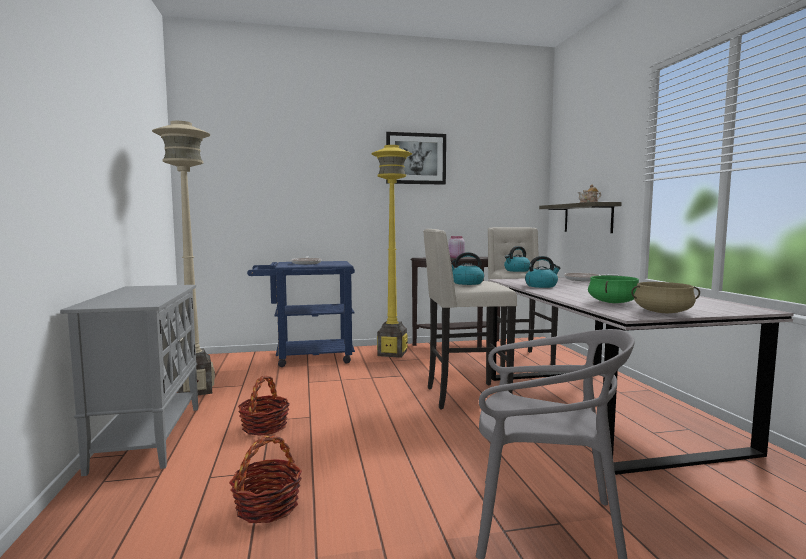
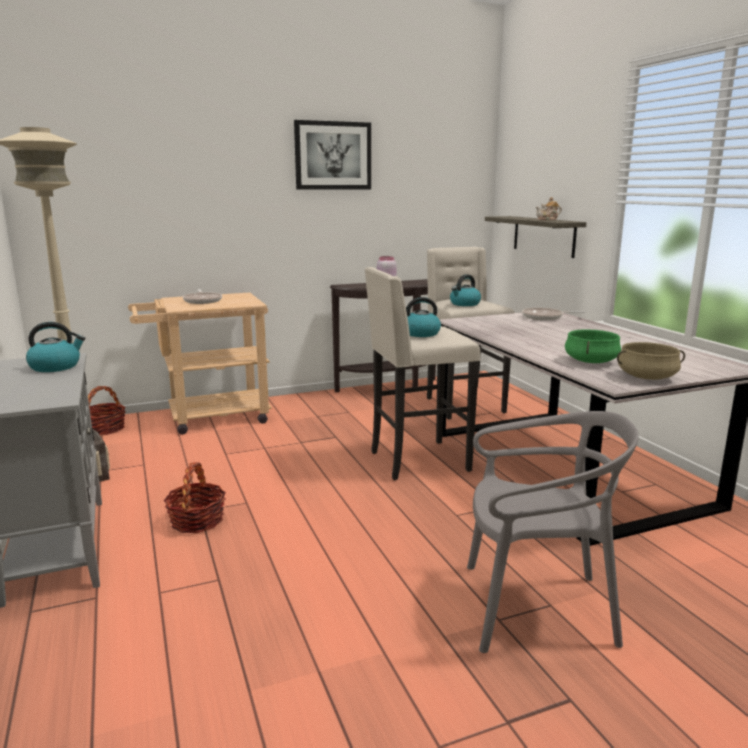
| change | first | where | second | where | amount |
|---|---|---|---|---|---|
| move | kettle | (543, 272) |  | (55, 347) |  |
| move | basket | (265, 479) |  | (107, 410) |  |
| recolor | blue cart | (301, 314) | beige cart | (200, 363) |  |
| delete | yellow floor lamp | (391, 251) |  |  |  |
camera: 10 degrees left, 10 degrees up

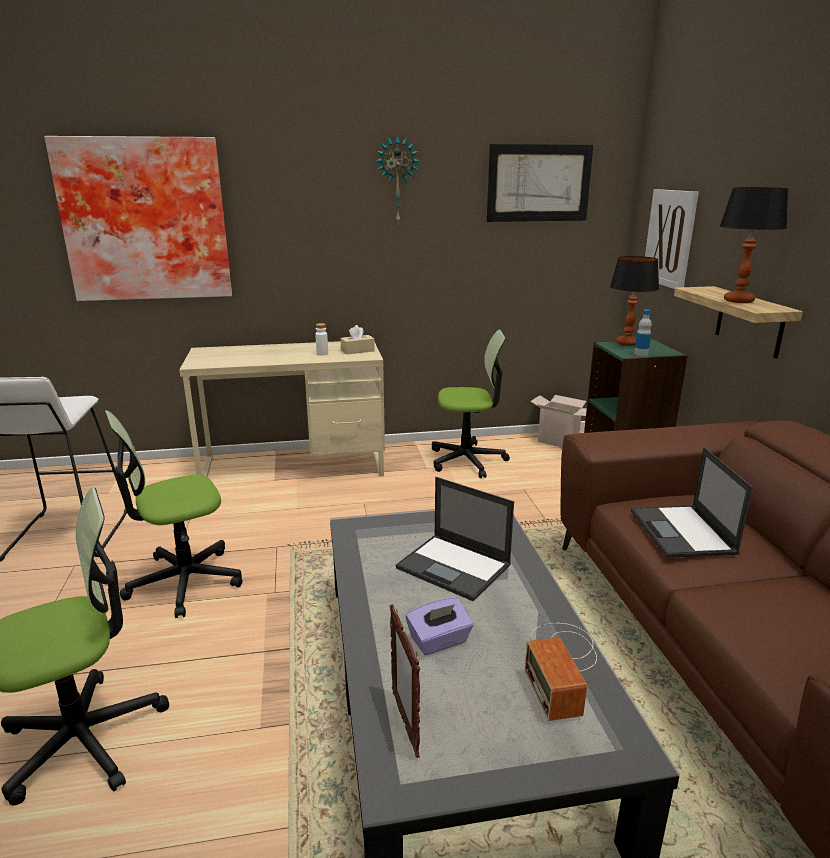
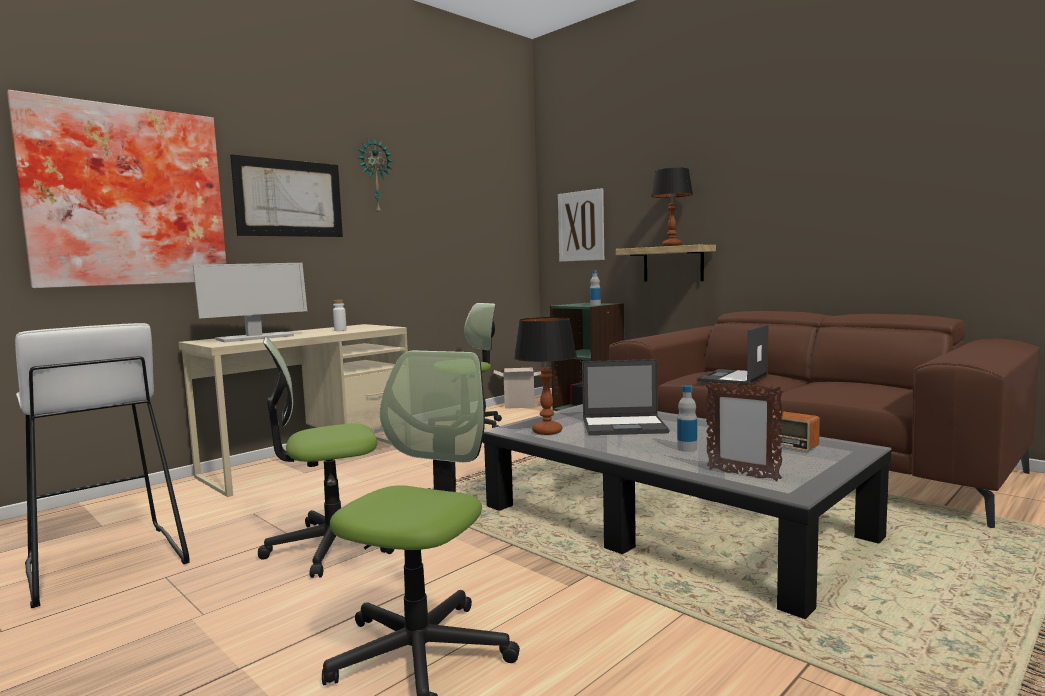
| change | first | where | second | where | amount |
|---|---|---|---|---|---|
| insert |  |  | monitor | (250, 303) |  |
| move | picture | (540, 183) |  | (286, 195) |  |
| rotate | office chair | (173, 514) |  | (326, 457) | 45 degrees clockwise |
| move | table lamp | (634, 301) |  | (545, 376) |  |
| replace | purple tissue box | (440, 626) | bottle | (687, 418) |  |
| rotate | laptop | (692, 502) |  | (732, 354) | 75 degrees clockwise |
| delete | beige tissue box | (357, 340) |  |  |  |
camera: 35 degrees left, 15 degrees down

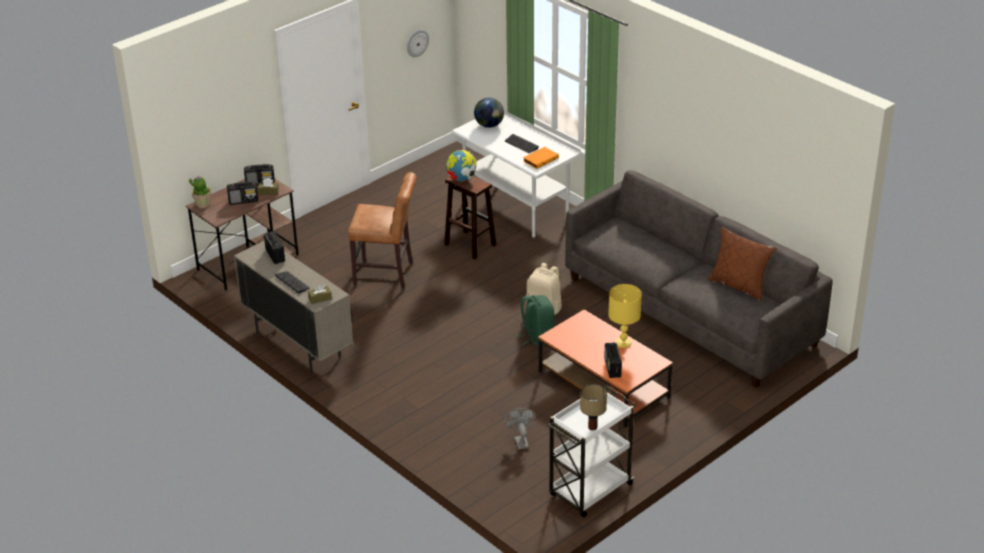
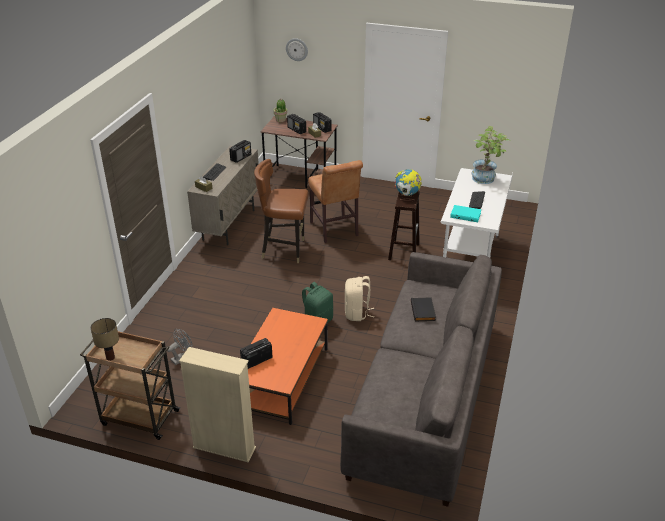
| change | first | where | second | where | amount |
|---|---|---|---|---|---|
| recolor | white cart | (591, 451) | brown cart | (130, 385) |  |
| insert |  |  | beige bookcase | (217, 404) |  |
| insert |  |  | brown chair | (281, 211) |  |
| move | wall clock | (418, 43) |  | (297, 49) |  |
| insert |  |  | black book | (423, 309) |  |
| recolor | orange book | (541, 158) | turquoise book | (465, 213) |  |
| replace | globe | (489, 113) | potted plant | (491, 155) |  |
| delete | yellow table lamp | (625, 316) |  |  |  |
| delete | brown pillow | (742, 264) |  |  |  |
camera: 60 degrees right, 0 degrees up

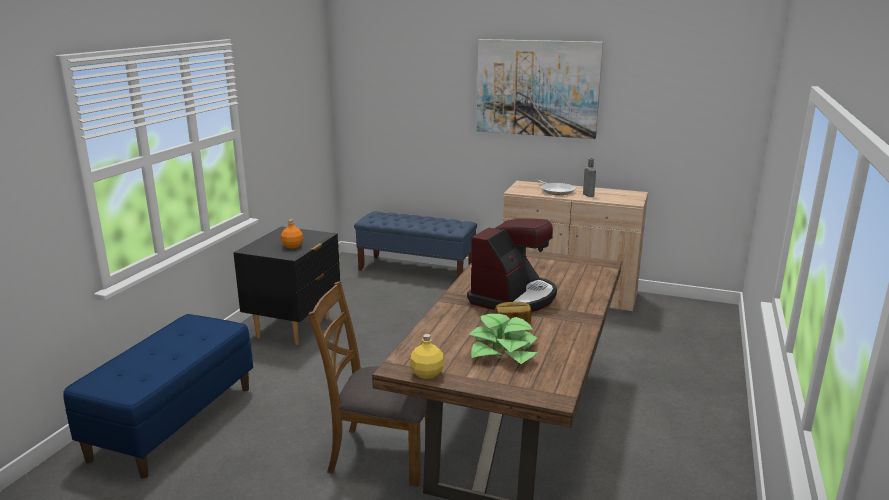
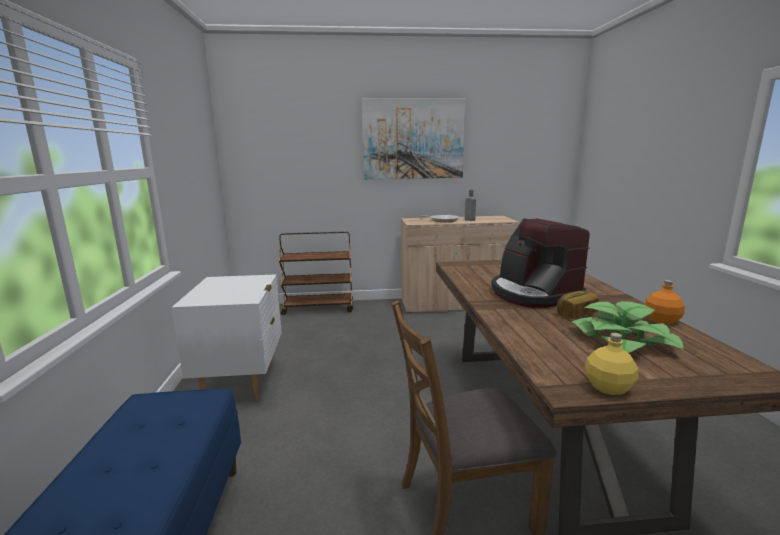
| change | first | where | second | where | amount |
|---|---|---|---|---|---|
| recolor | black nightstand | (286, 285) | white nightstand | (227, 337) |  |
| replace | blue bench | (415, 244) | brown cart | (316, 273) |  |
| rotate | coffee machine | (512, 265) |  | (540, 263) | 150 degrees clockwise |
| move | orange bottle | (292, 233) |  | (665, 302) |  |
camera: 25 degrees left, 5 degrees down

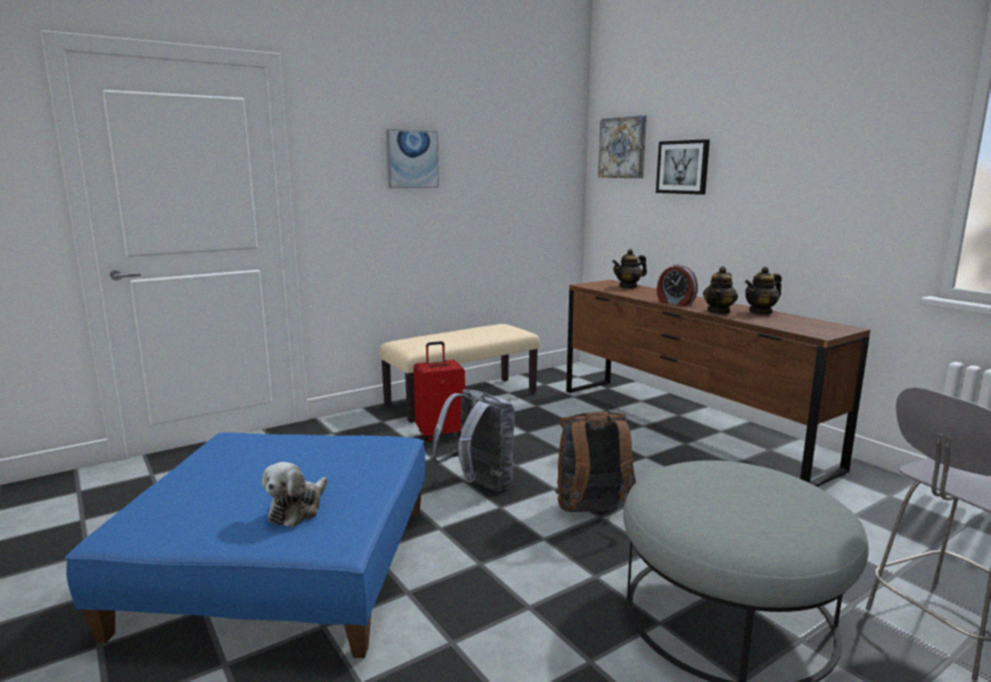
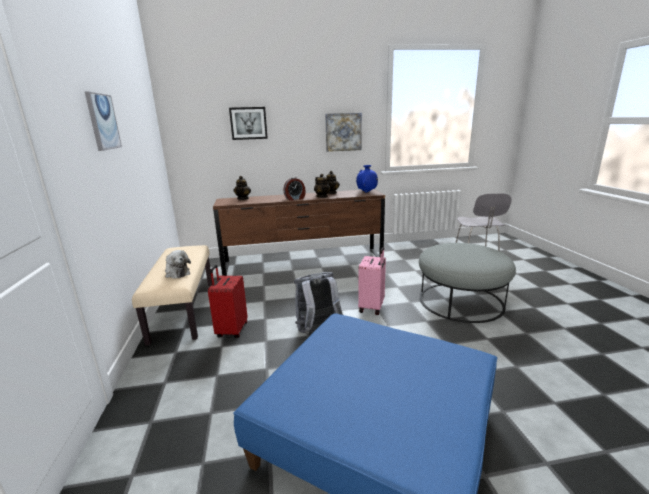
| change | first | where | second | where | amount |
|---|---|---|---|---|---|
| move | plush toy | (294, 494) |  | (178, 264) |  |
| move | picture | (622, 146) |  | (343, 132) |  |
| insert |  |  | blue vase | (367, 179) |  |
| replace | brown backpack | (595, 462) | pink suitcase | (372, 281) |  |
camera: 65 degrees left, 5 degrees up

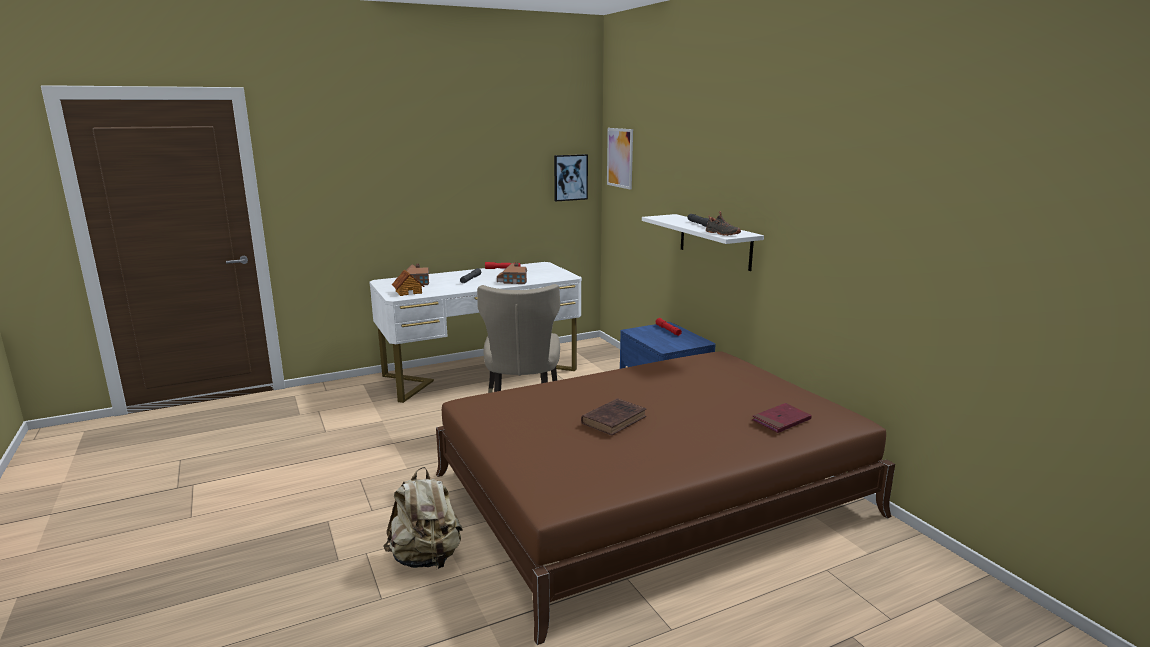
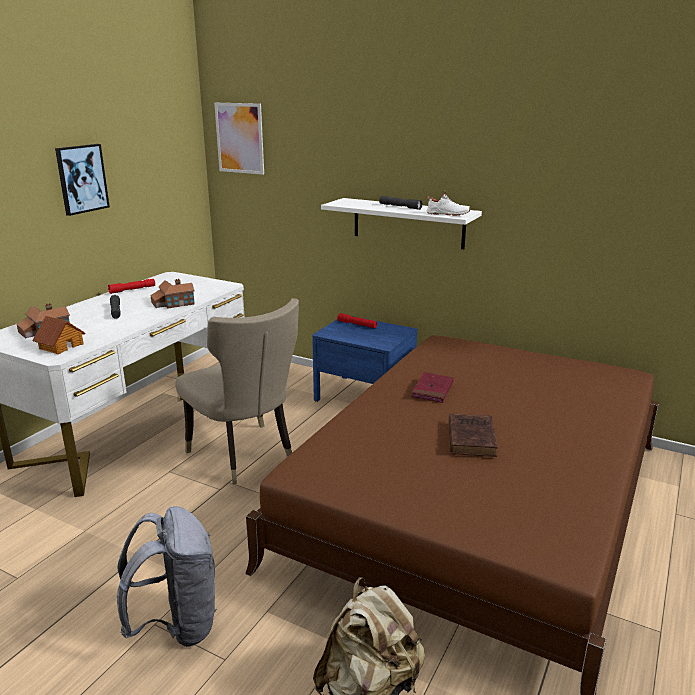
| change | first | where | second | where | amount |
|---|---|---|---|---|---|
| move | picture | (571, 177) |  | (82, 180) |  |
| insert |  |  | grey backpack | (167, 576) |  |
| move | red book | (782, 418) |  | (432, 387) |  |
| recolor | black shoe | (723, 223) | white shoe | (449, 203) |  |
camera: 35 degrees left, 5 degrees up

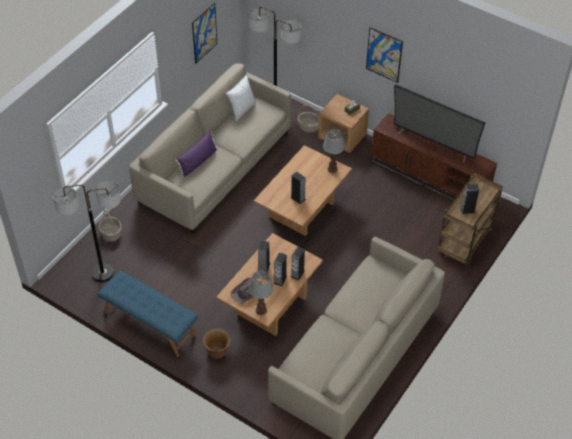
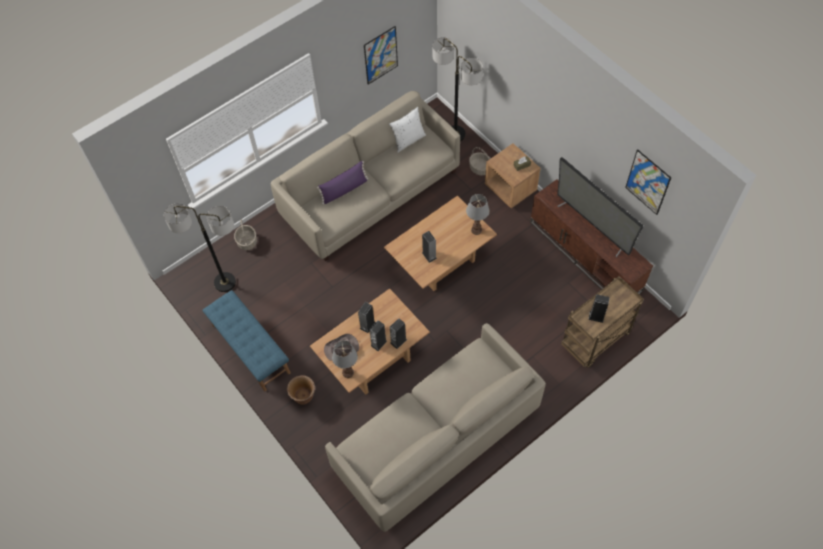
| change | first | where | second | where | amount |
|---|---|---|---|---|---|
| move | picture | (384, 55) |  | (648, 182) |  |
camera: 20 degrees right, 10 degrees up

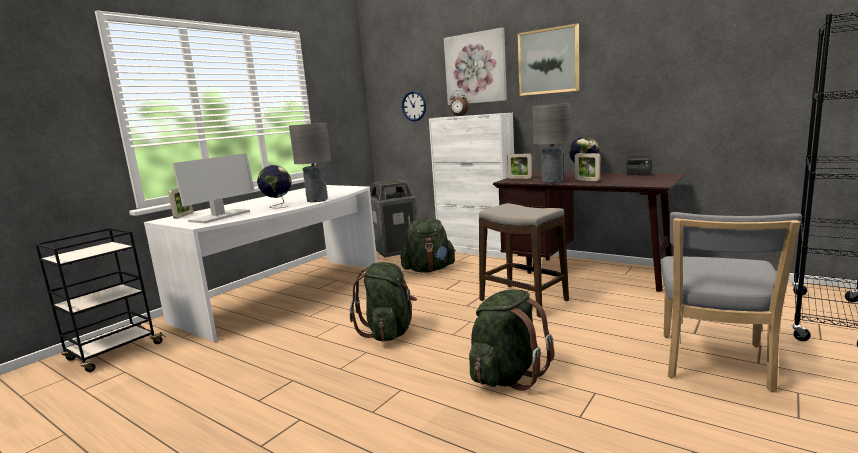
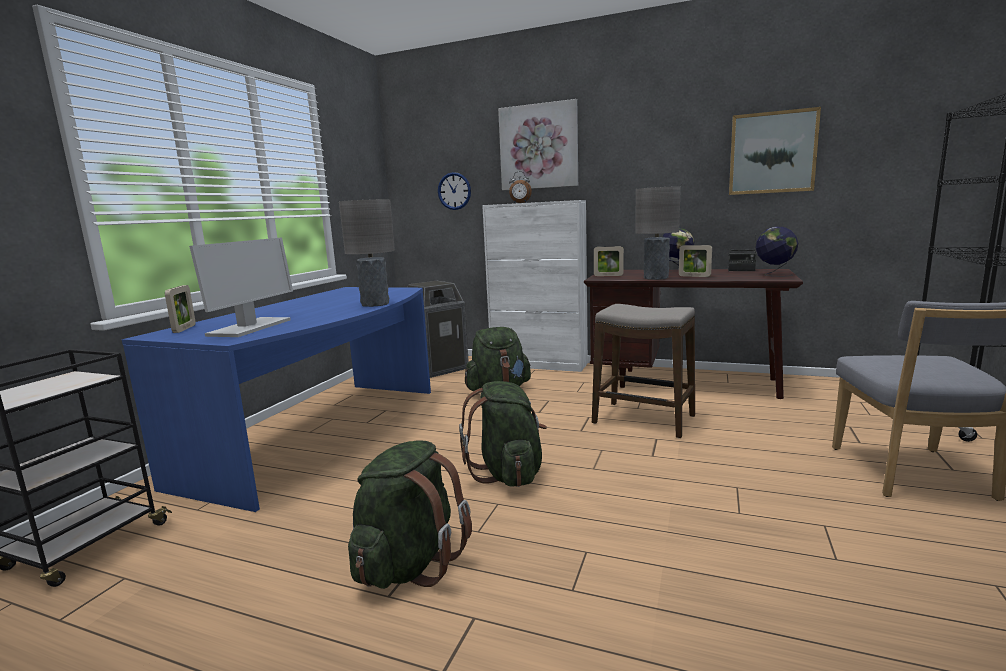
| change | first | where | second | where | amount |
|---|---|---|---|---|---|
| recolor | white desk | (260, 263) | blue desk | (276, 399) |  |
| move | green backpack | (511, 340) |  | (410, 515) |  |
| move | picture | (548, 59) |  | (775, 151) |  |
| move | globe | (274, 186) |  | (777, 251) |  |
camera: 15 degrees left, 0 degrees up

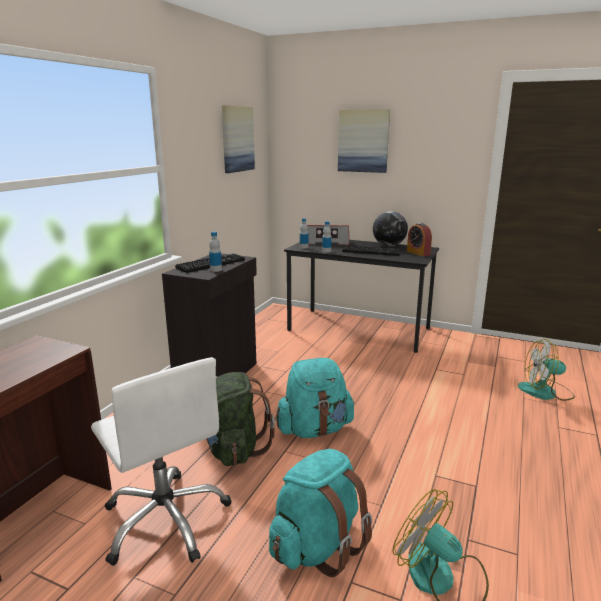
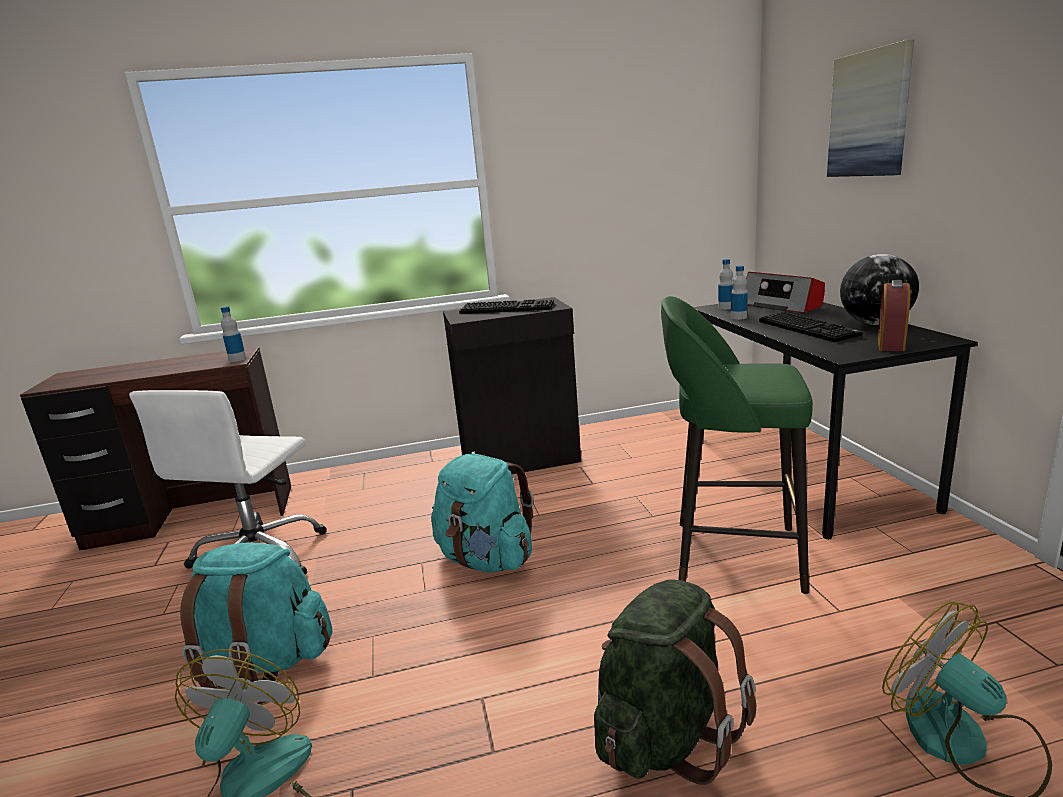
| change | first | where | second | where | amount |
|---|---|---|---|---|---|
| move | bottle | (215, 252) |  | (233, 334) |  |
| move | green backpack | (241, 419) |  | (675, 682) |  |
| insert |  |  | green stool | (737, 445) |  |
| delete | picture | (238, 139) |  |  |  |
camera: 55 degrees right, 0 degrees up

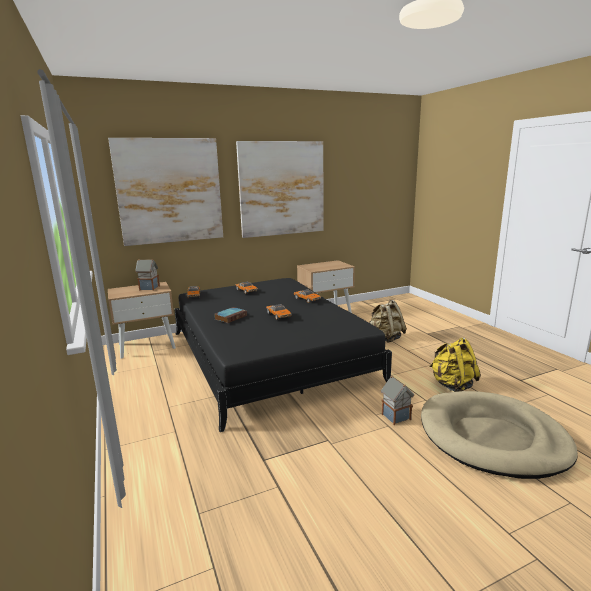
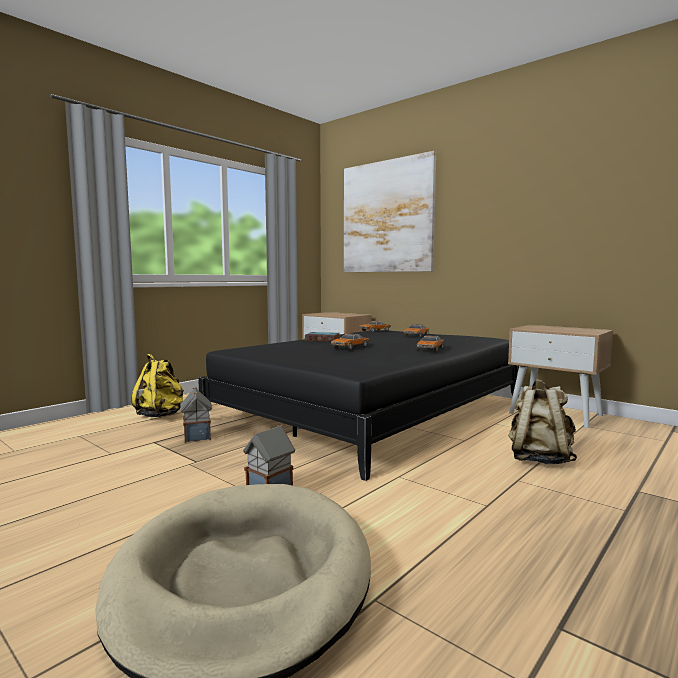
| change | first | where | second | where | amount |
|---|---|---|---|---|---|
| move | yellow backpack | (455, 364) |  | (157, 385) |  |
| move | toy house | (147, 274) |  | (196, 415) |  |
| delete | picture | (280, 189) |  |  |  |
camera: 65 degrees right, 10 degrees down

